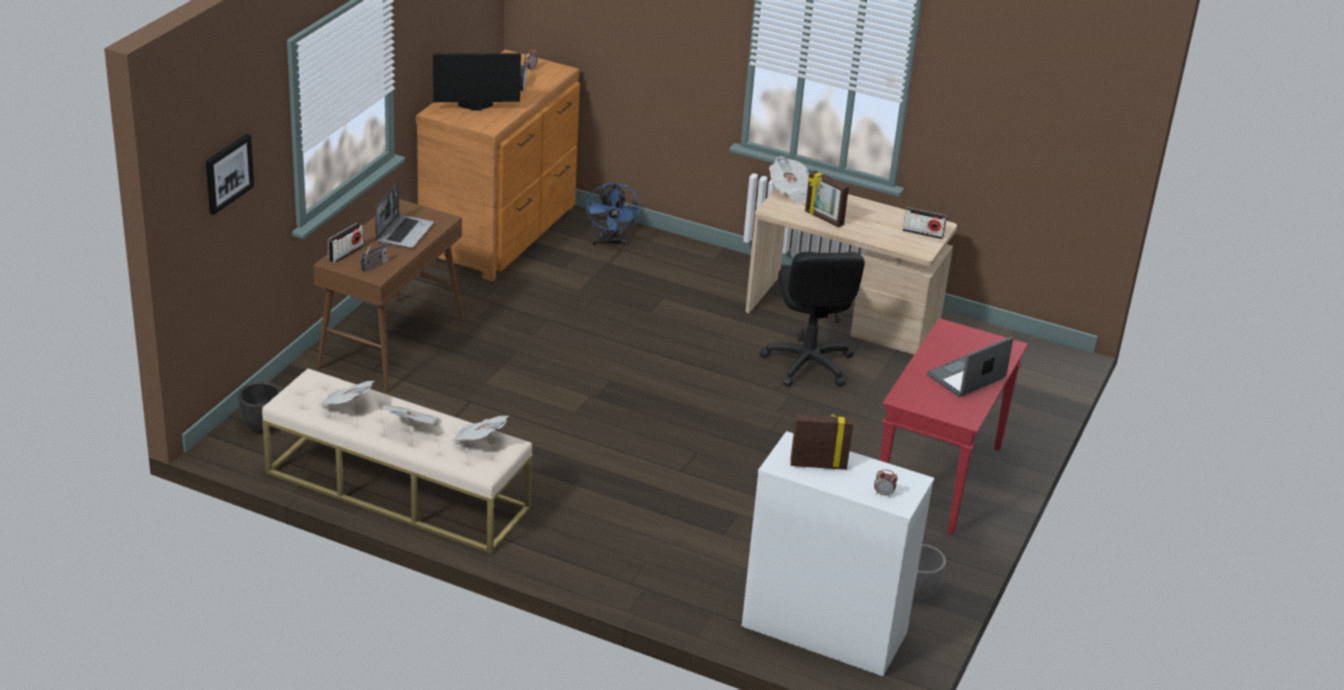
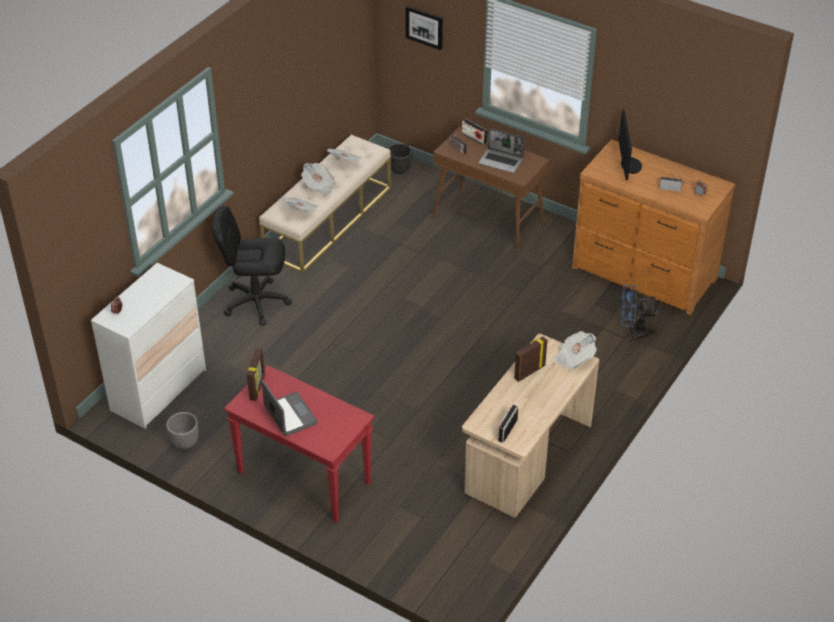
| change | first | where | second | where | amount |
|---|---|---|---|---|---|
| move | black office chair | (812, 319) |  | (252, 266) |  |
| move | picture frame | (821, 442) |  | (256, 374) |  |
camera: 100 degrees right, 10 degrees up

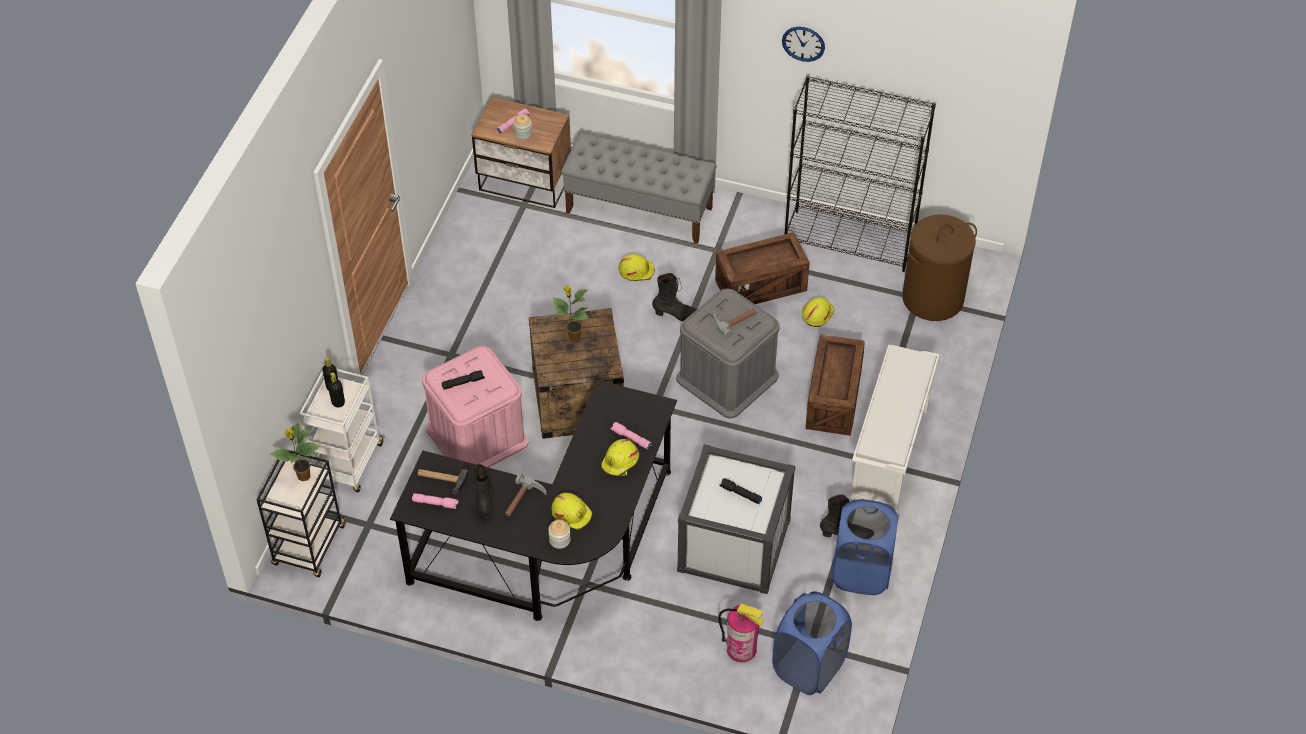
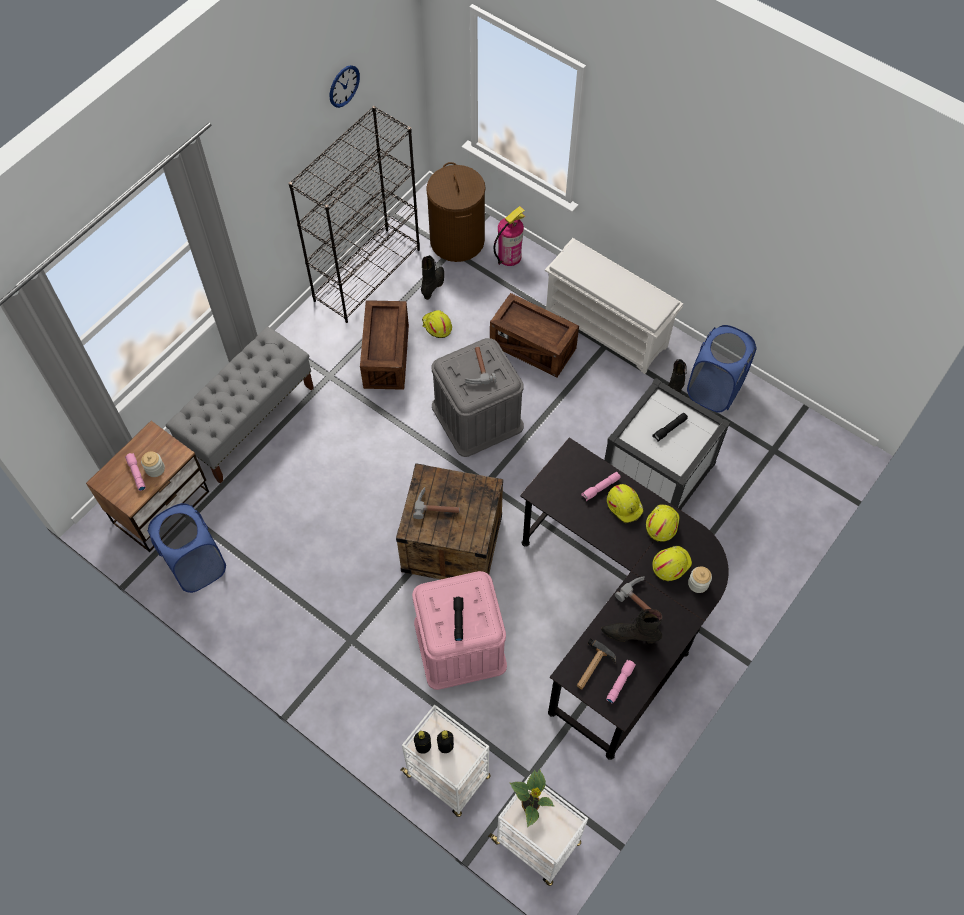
| change | first | where | second | where | amount |
|---|---|---|---|---|---|
| move | blue laundry basket | (812, 643) |  | (186, 548) |  |
| move | wall clock | (803, 44) |  | (345, 86) |  |
| replace | potted plant | (571, 313) | hammer | (436, 503) |  |
| move | black boot | (674, 297) |  | (432, 277) |  |
| recolor | black cart | (301, 513) | white cart | (538, 830) |  |
| move | fire extinguisher | (741, 632) |  | (509, 236) |  |
| move | yellow hard hat | (636, 267) |  | (663, 523) |  |
camera: 70 degrees left, 10 degrees up

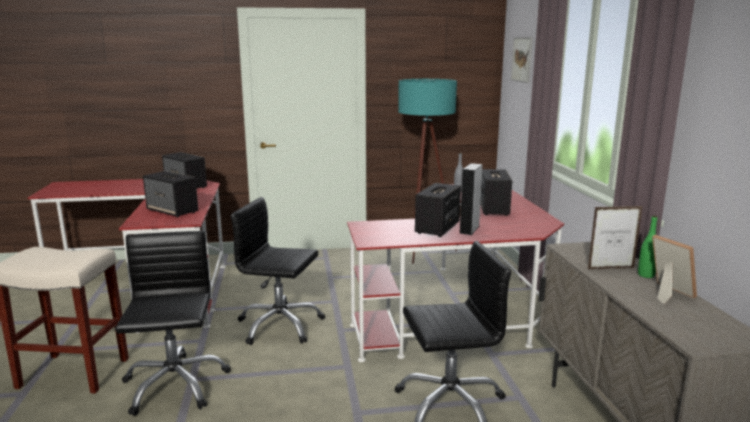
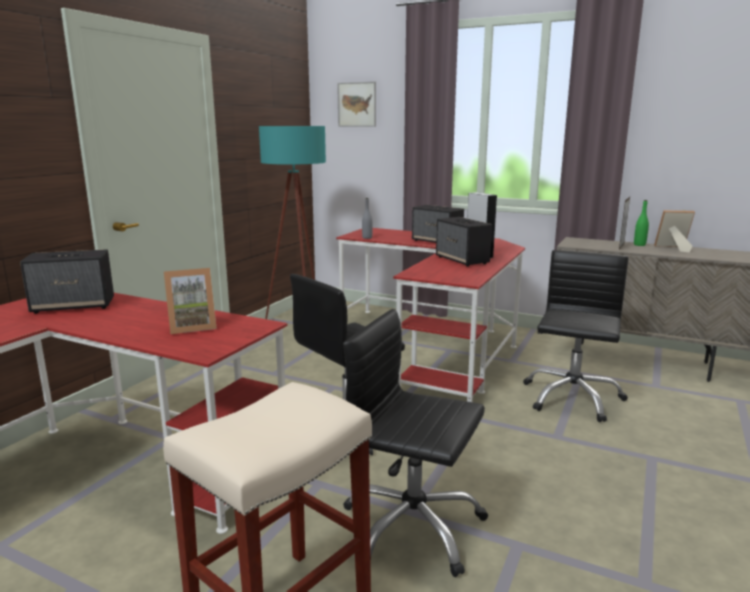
| change | first | where | second | where | amount |
|---|---|---|---|---|---|
| replace | speaker | (170, 194) | picture frame | (190, 301) |  |
camera: 55 degrees left, 0 degrees up

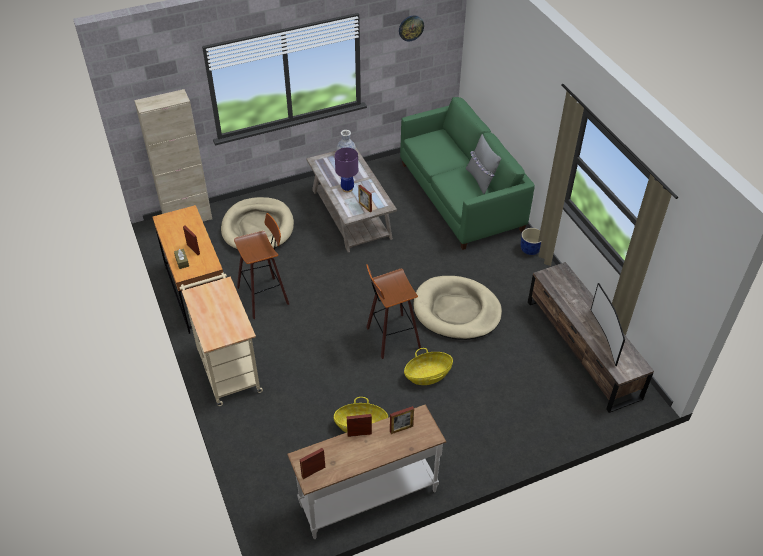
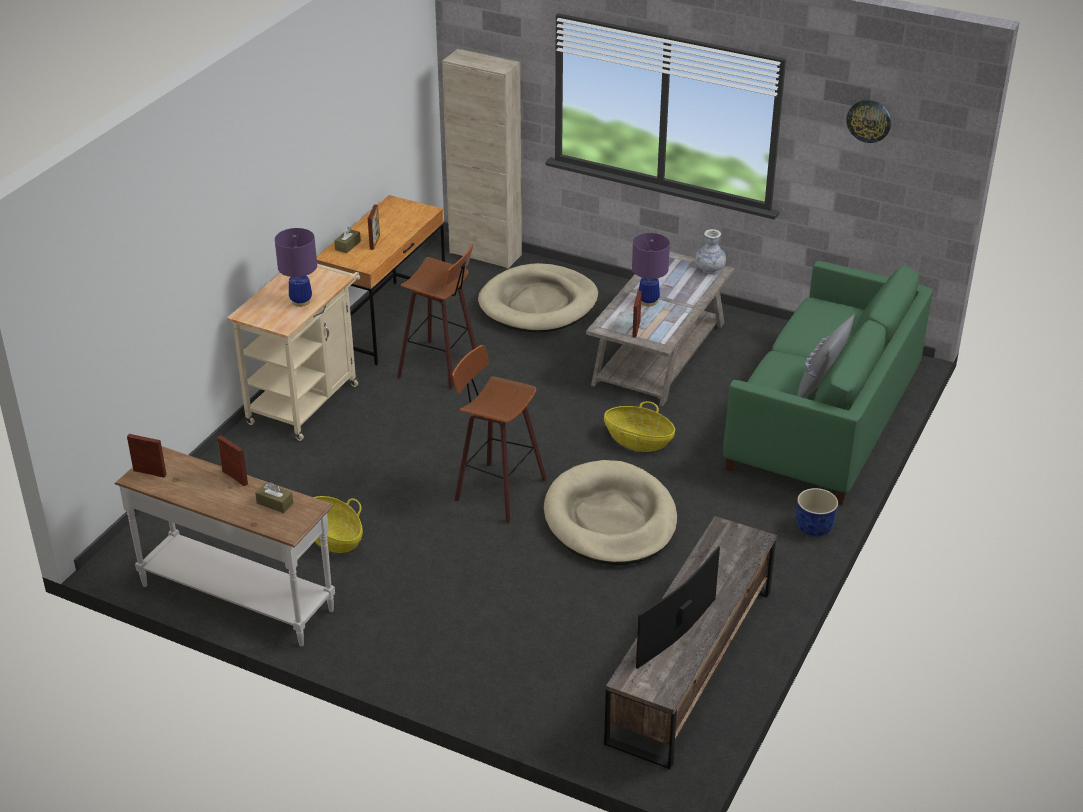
| change | first | where | second | where | amount |
|---|---|---|---|---|---|
| replace | picture frame | (402, 420) | brown tissue box | (274, 497) |  |
| insert |  |  | purple table lamp | (296, 267) |  |
| move | basket | (428, 366) |  | (639, 426) |  |
camera: 50 degrees right, 10 degrees down

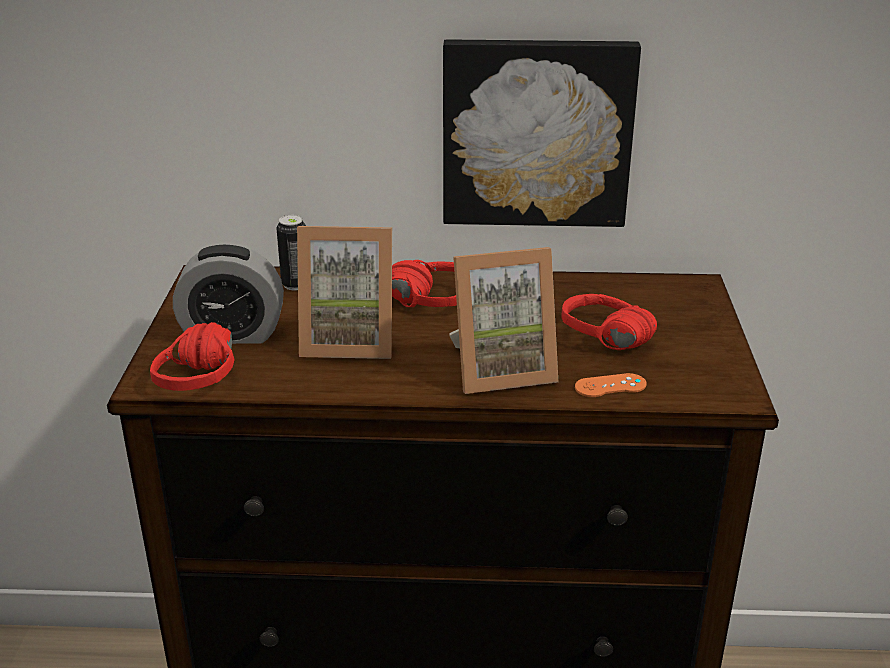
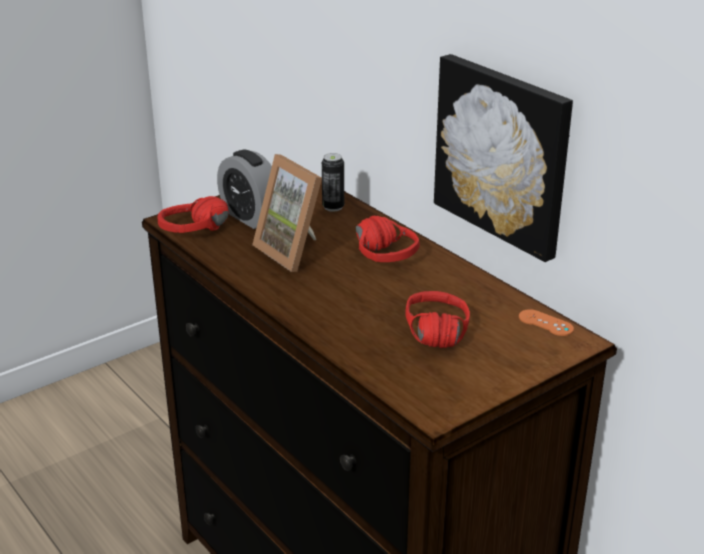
| change | first | where | second | where | amount |
|---|---|---|---|---|---|
| move | orange game controller | (611, 385) |  | (546, 322) |  |
| delete | picture frame | (503, 320) |  |  |  |
camera: 50 degrees right, 0 degrees up

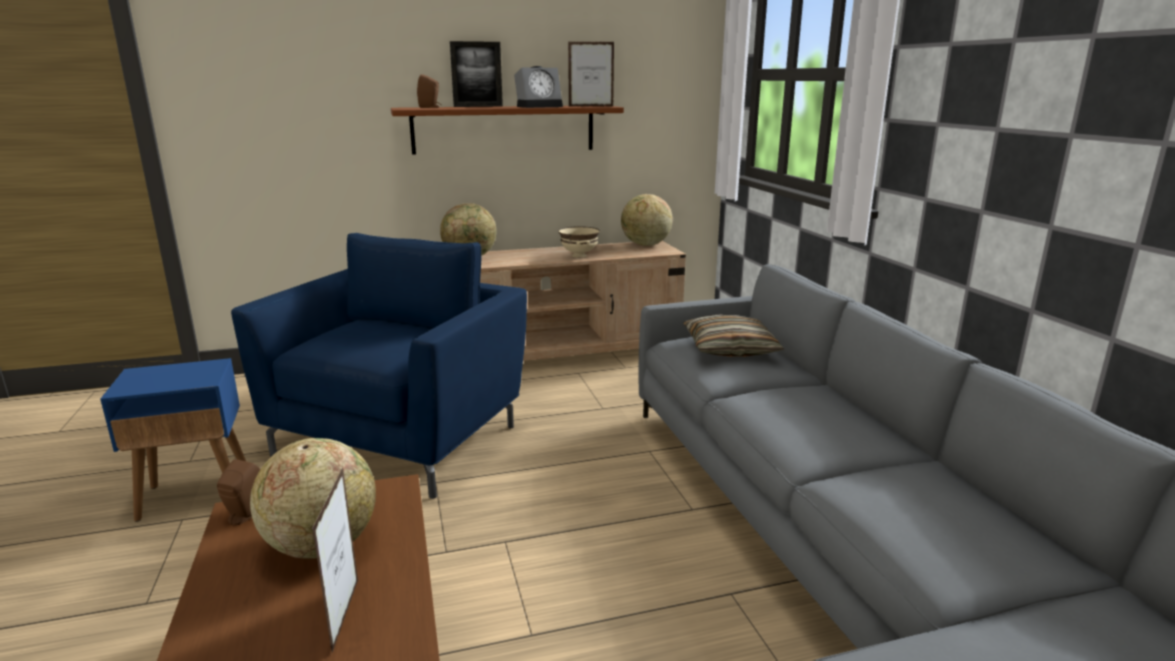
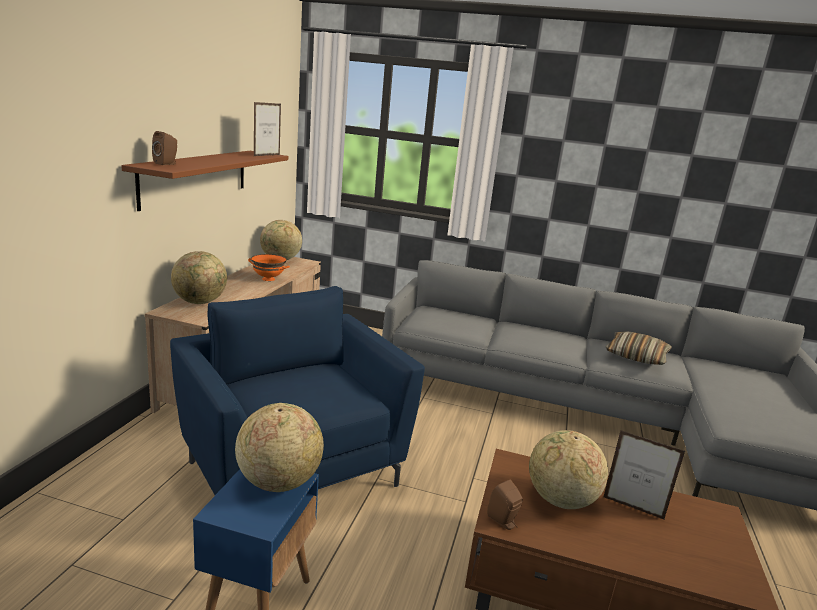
| change | first | where | second | where | amount |
|---|---|---|---|---|---|
| insert |  |  | globe | (279, 447) |  |
| recolor | beige bowl | (579, 242) | orange bowl | (269, 267) |  |
| move | pillow | (734, 335) |  | (638, 348) |  |
| delete | picture frame | (476, 74) |  |  |  |
| delete | alarm clock | (538, 87) |  |  |  |
camera: 60 degrees left, 0 degrees up

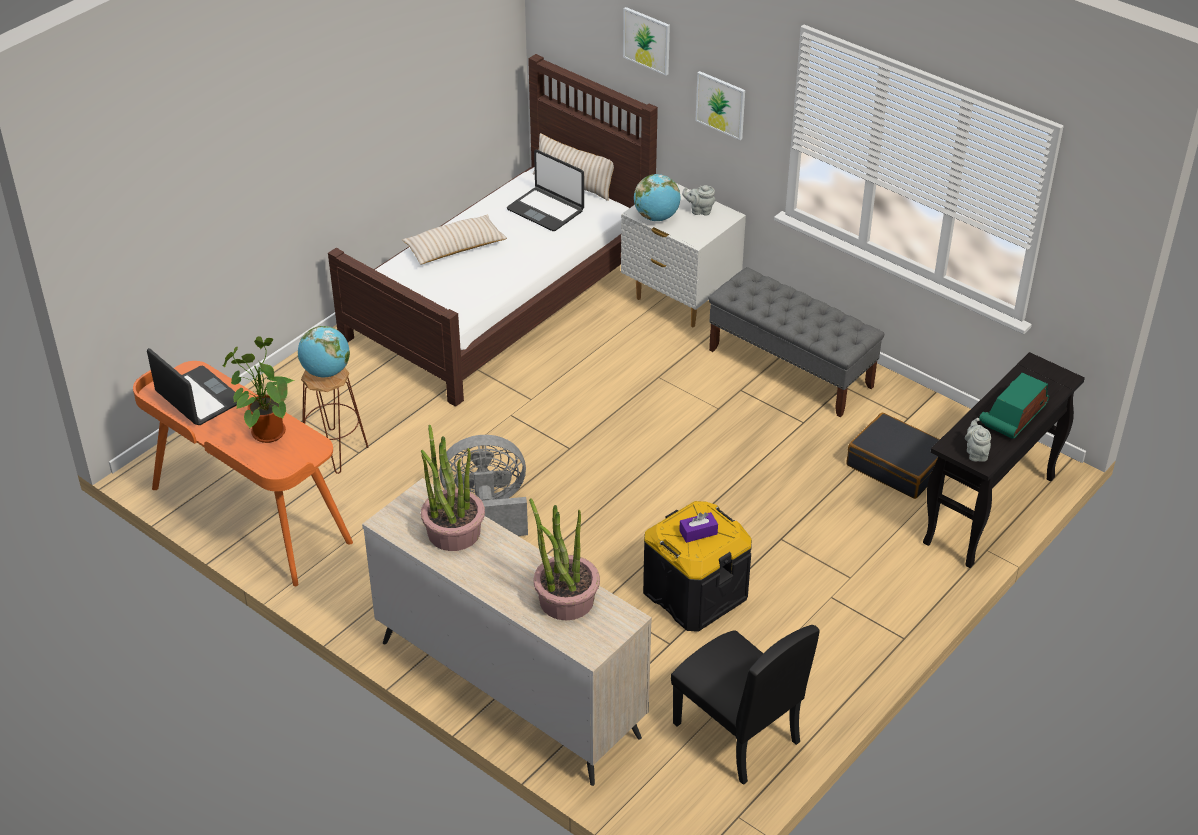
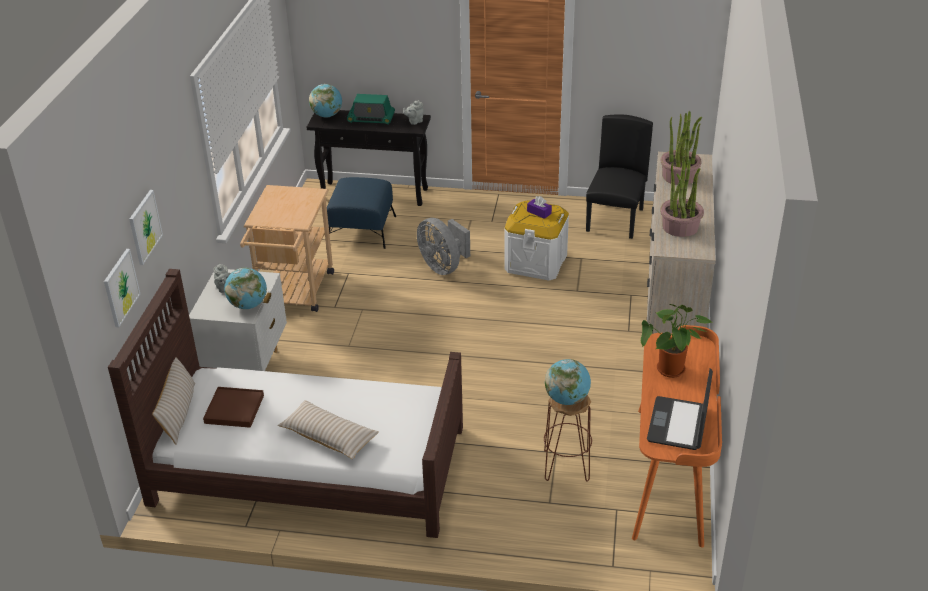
| change | first | where | second | where | amount |
|---|---|---|---|---|---|
| move | picture | (720, 105) |  | (122, 288) |  |
| replace | laptop | (545, 190) | brown tray | (233, 407) |  |
| replace | grey bench | (796, 342) | beige cart | (287, 248) |  |
| insert |  |  | globe | (325, 100) |  |
| replace | black suitcase | (893, 456) | blue ottoman | (361, 213) |  |
| move | grey fan | (483, 485) |  | (443, 246) |  |
| recolor | black storage box | (697, 566) | white storage box | (536, 240) |  |
camera: 120 degrees left, 5 degrees down

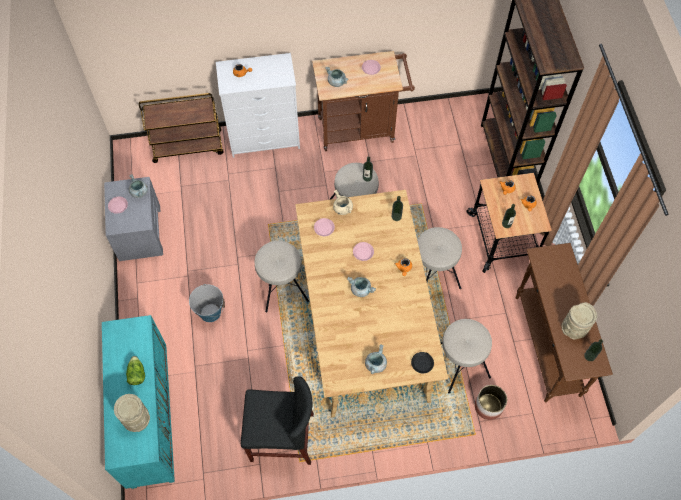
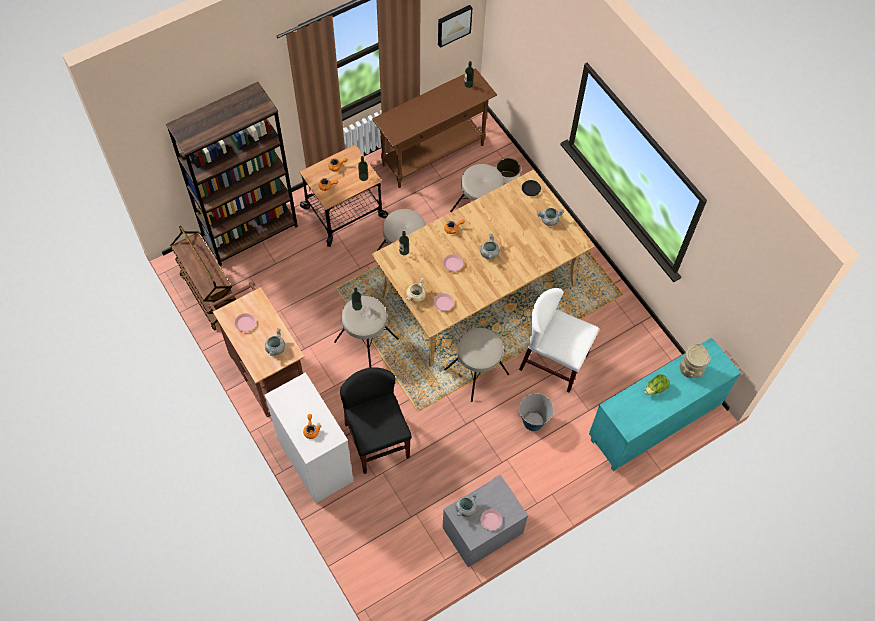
| change | first | where | second | where | amount |
|---|---|---|---|---|---|
| move | brown cart | (181, 128) |  | (203, 278) |  |
| move | black chair | (277, 420) |  | (376, 420) |  |
| insert |  |  | picture | (455, 26) |  |
| insert |  |  | white chair | (559, 340) |  |
| delete | beige vase | (579, 320) |  |  |  |
camera: 115 degrees left, 0 degrees up

